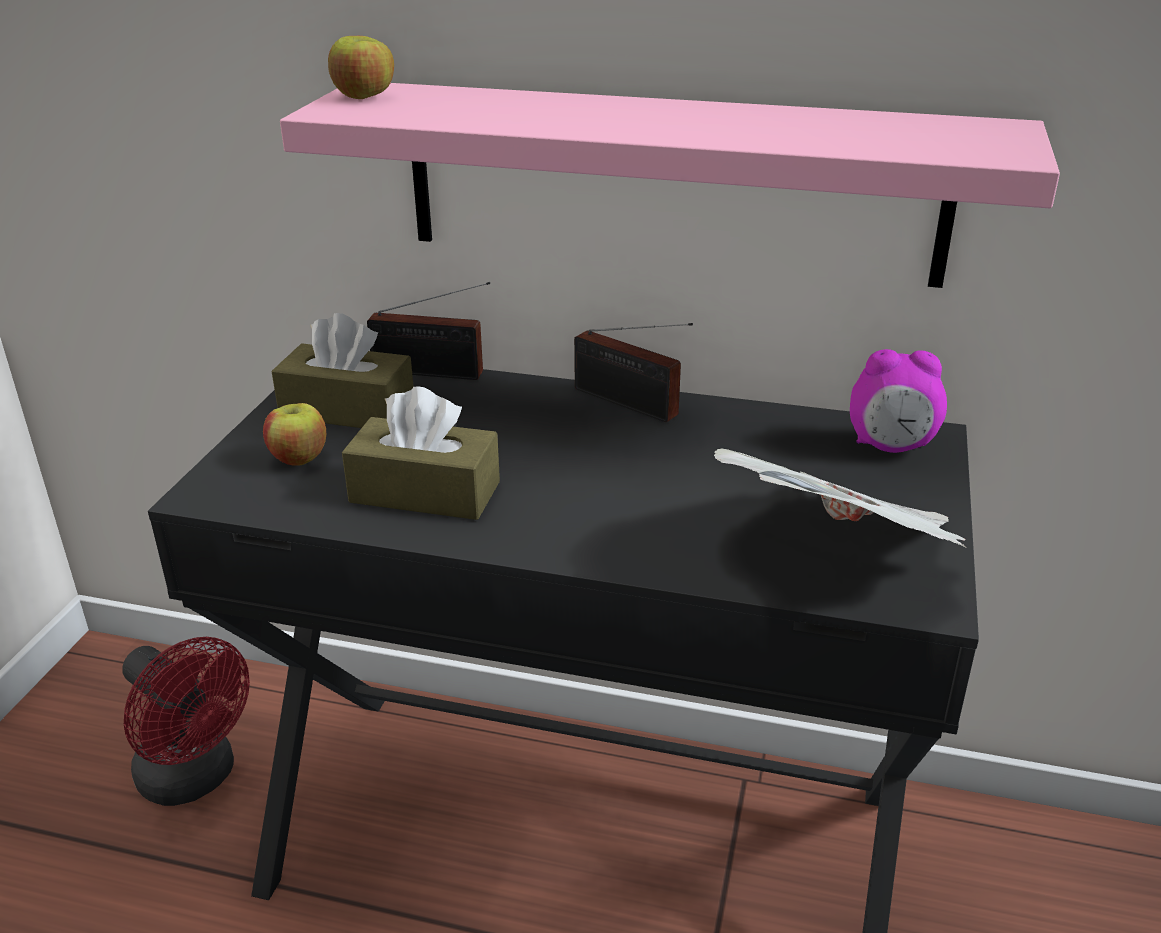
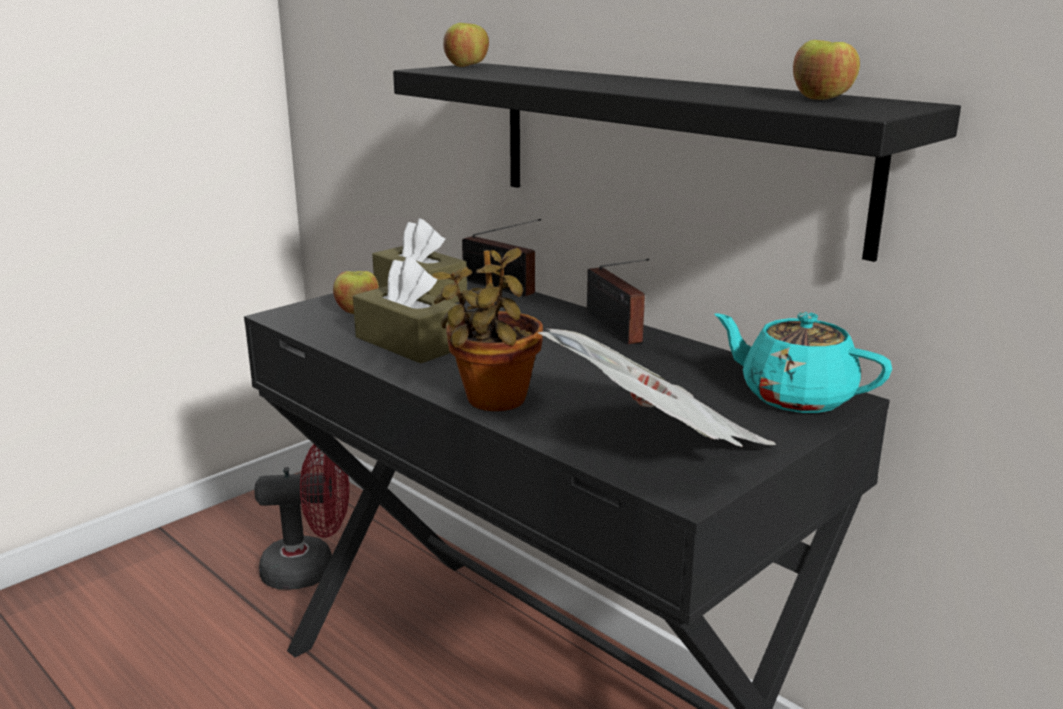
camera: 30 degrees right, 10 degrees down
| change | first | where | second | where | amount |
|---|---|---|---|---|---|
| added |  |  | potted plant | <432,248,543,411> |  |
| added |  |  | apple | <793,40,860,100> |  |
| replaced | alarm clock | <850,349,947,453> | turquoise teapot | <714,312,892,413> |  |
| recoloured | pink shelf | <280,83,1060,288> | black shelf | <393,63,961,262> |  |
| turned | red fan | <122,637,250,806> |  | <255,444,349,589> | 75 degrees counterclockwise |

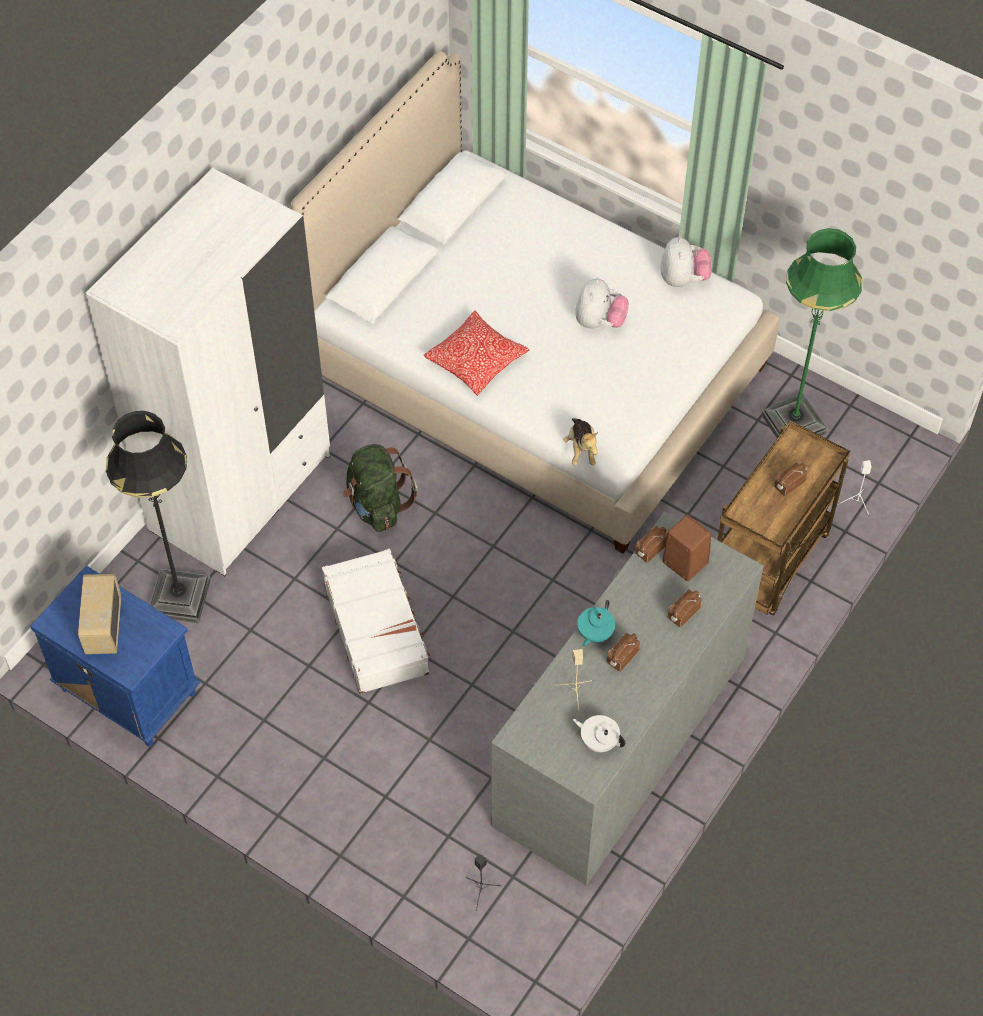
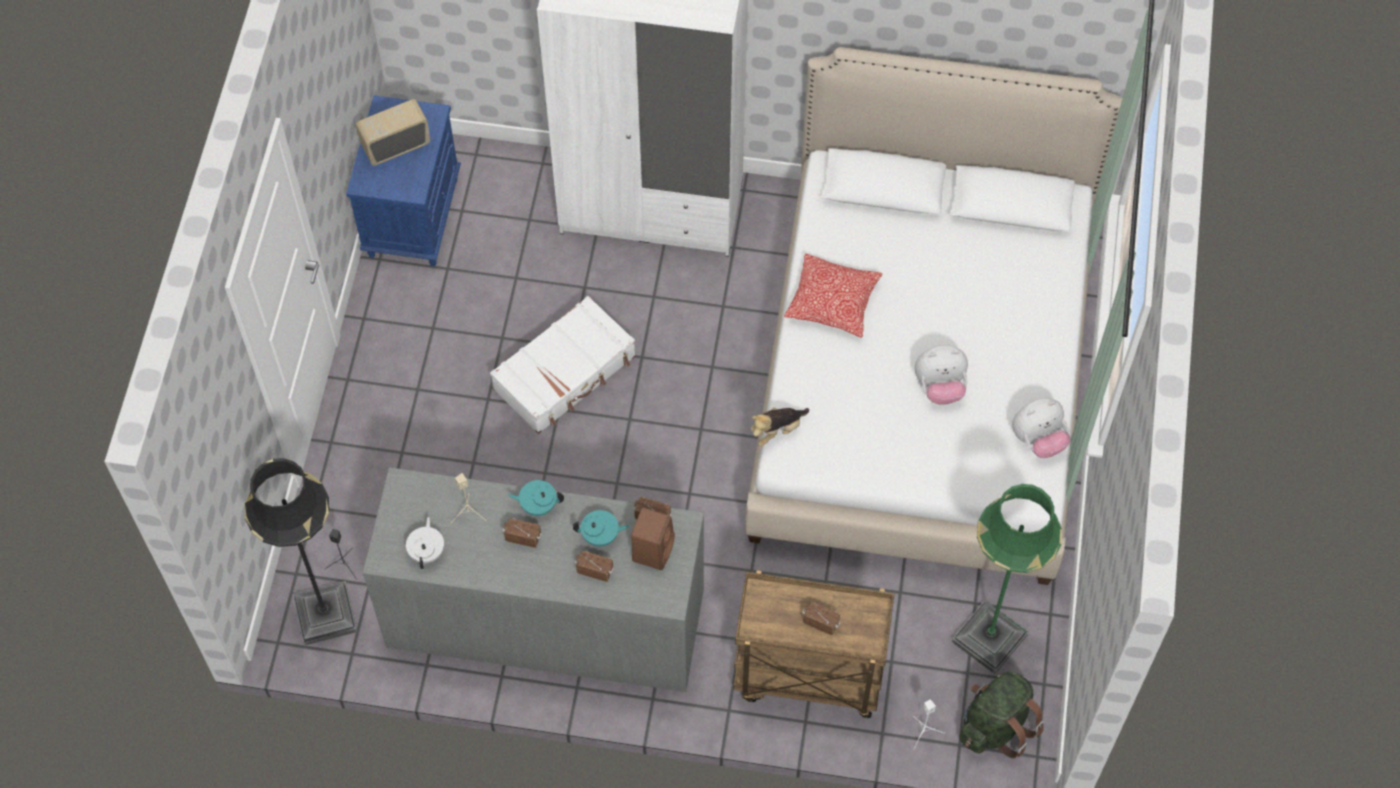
camera: 65 degrees right, 5 degrees up
| change | first | where | second | where | amount |
|---|---|---|---|---|---|
| added |  |  | turquoise teapot | <573,510,630,546> |  |
| moved | black floor lamp | <106,411,211,624> |  | <245,458,358,646> |  |
| moved | green backpack | <343,444,417,532> |  | <960,671,1045,758> |  |

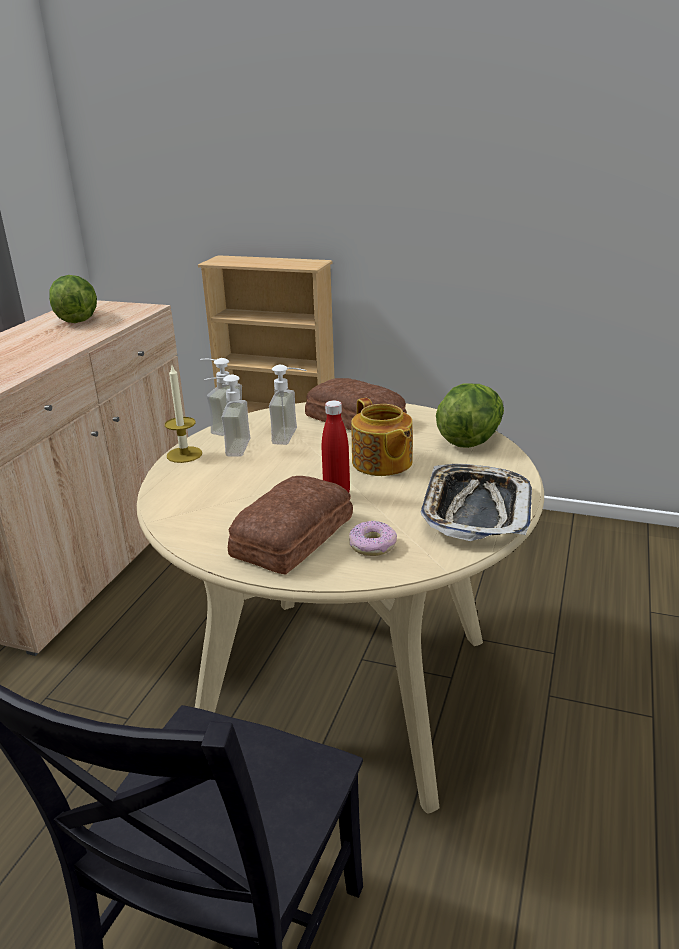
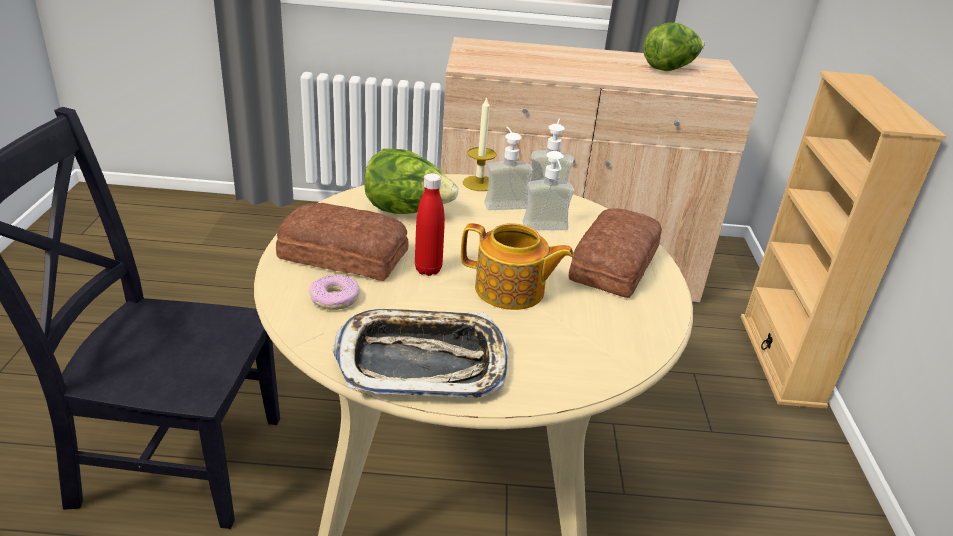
camera: 70 degrees right, 5 degrees up
| change | first | where | second | where | amount |
|---|---|---|---|---|---|
| moved | lettuce | <436,383,504,448> |  | <364,149,458,214> |  |
| turned | teapot | <351,398,413,476> |  | <461,223,574,310> | 120 degrees counterclockwise |

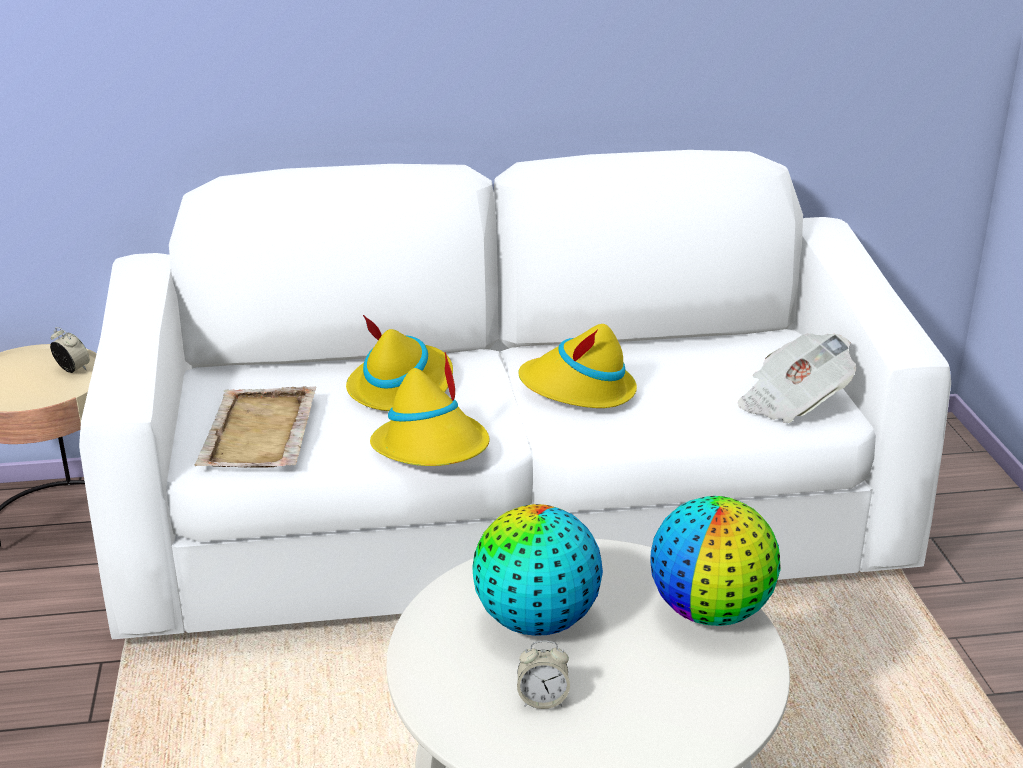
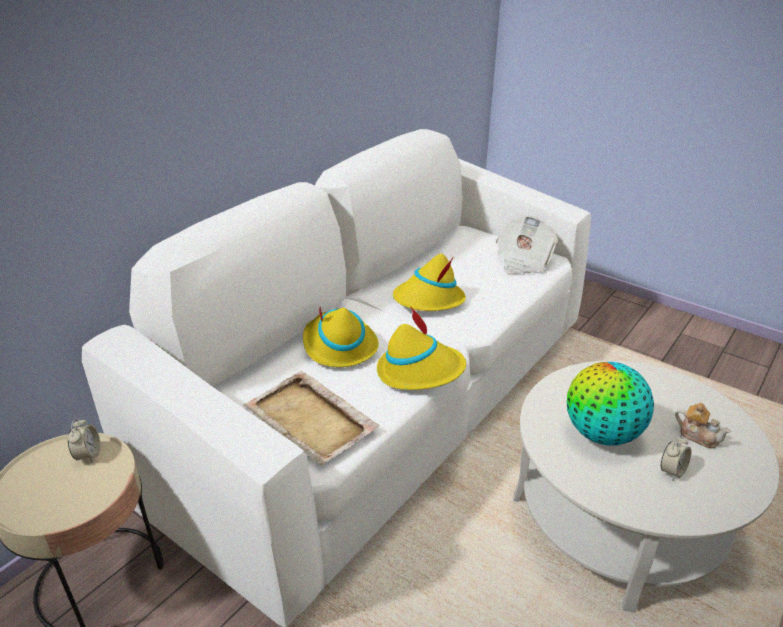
camera: 45 degrees left, 5 degrees up
| change | first | where | second | where | amount |
|---|---|---|---|---|---|
| removed | globe | <650,496,781,626> |  |  |  |
| added |  |  | teapot | <675,403,731,448> |  |
| turned | alarm clock | <50,327,89,373> |  | <68,418,100,462> | 90 degrees clockwise |

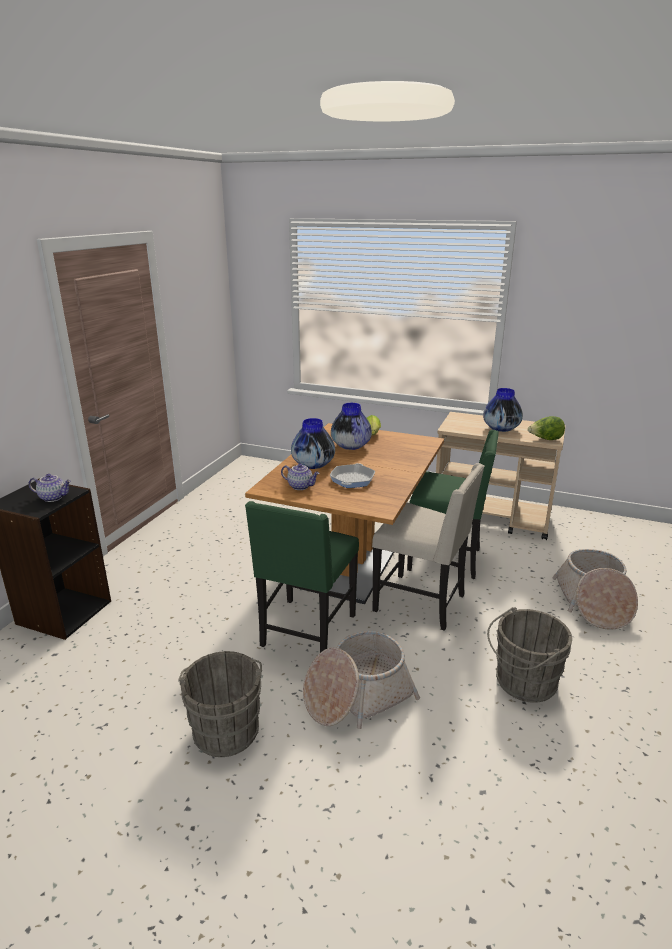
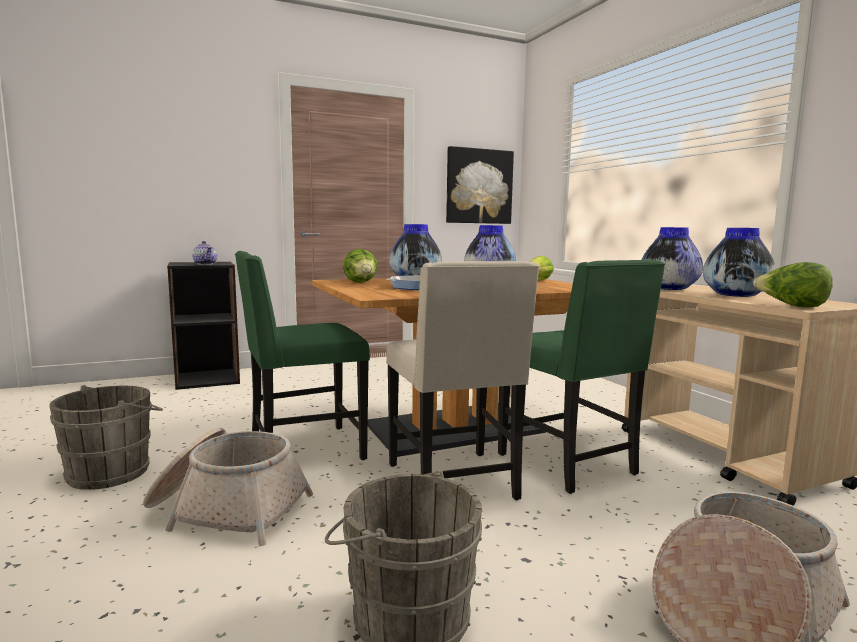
camera: 45 degrees right, 15 degrees down
| change | first | where | second | where | amount |
|---|---|---|---|---|---|
| added |  |  | picture | <446,146,514,224> |  |
| added |  |  | vase | <642,227,703,290> |  |
| replaced | teapot | <281,464,320,490> | lettuce | <343,249,378,283> |  |

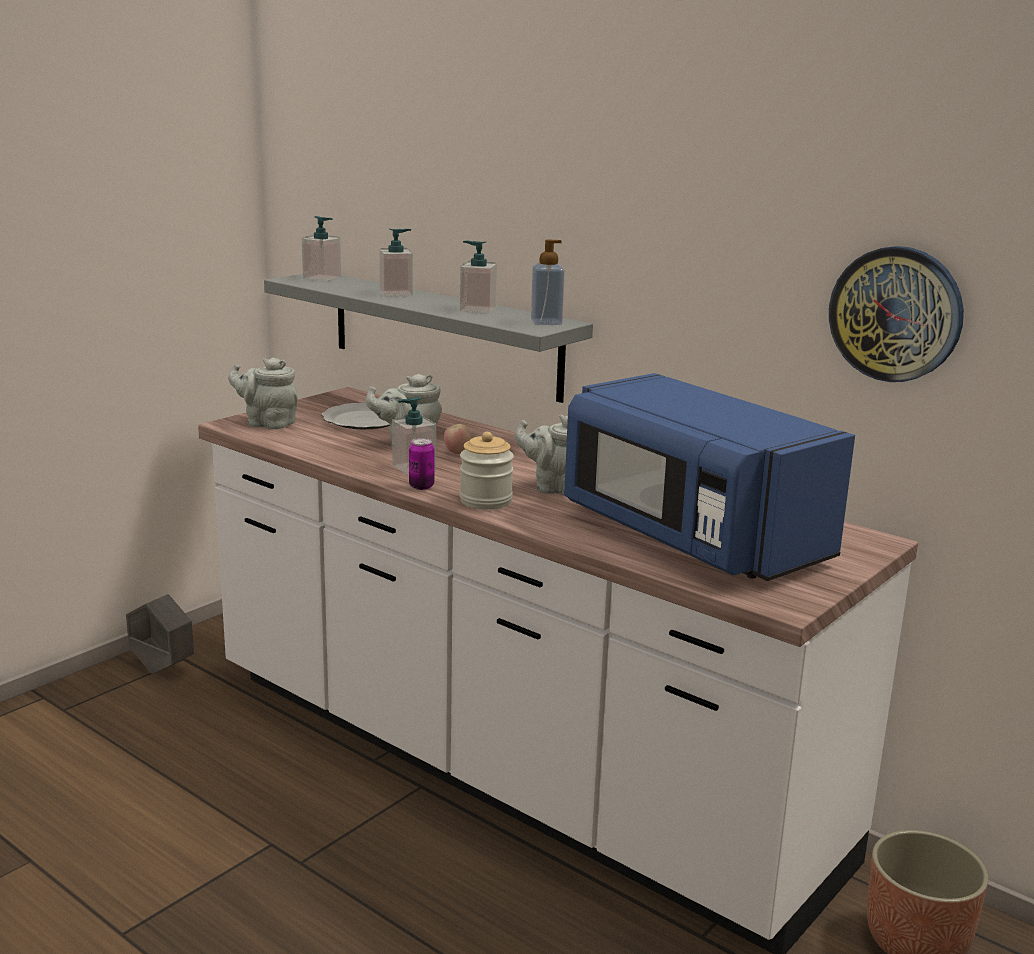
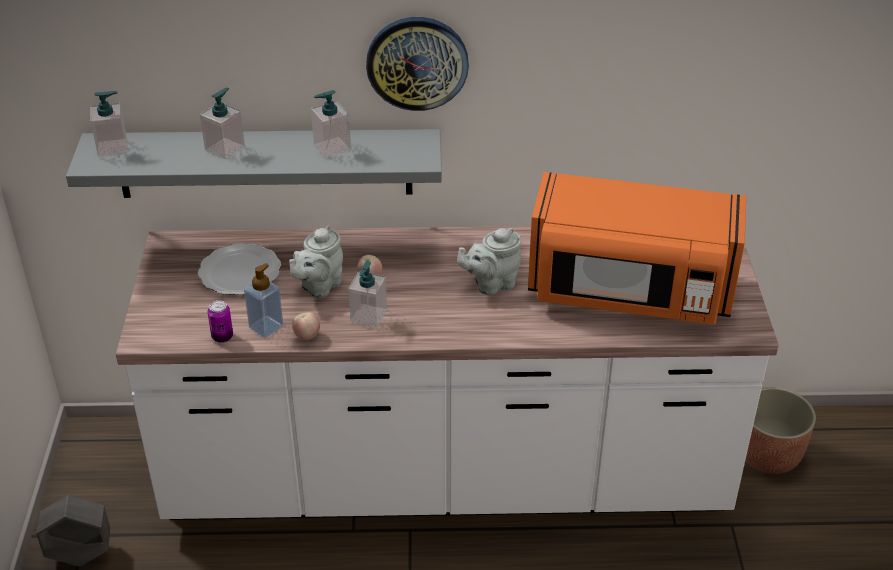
camera: 40 degrees left, 20 degrees up
| change | first | where | second | where | amount |
|---|---|---|---|---|---|
| removed | grey teapot | <228,358,298,429> |  |  |  |
| removed | jar | <460,432,514,509> |  |  |  |
| added |  |  | apple | <292,312,320,341> |  |
| moved | can | <409,438,435,490> |  | <207,300,233,343> |  |
| moved | soap dispenser | <531,240,565,325> |  | <244,263,283,338> |  |
| moved | wall clock | <829,246,964,382> |  | <366,17,469,111> |  |
| recoloured | blue microwave | <564,373,855,581> | orange microwave | <528,172,746,325> |  |

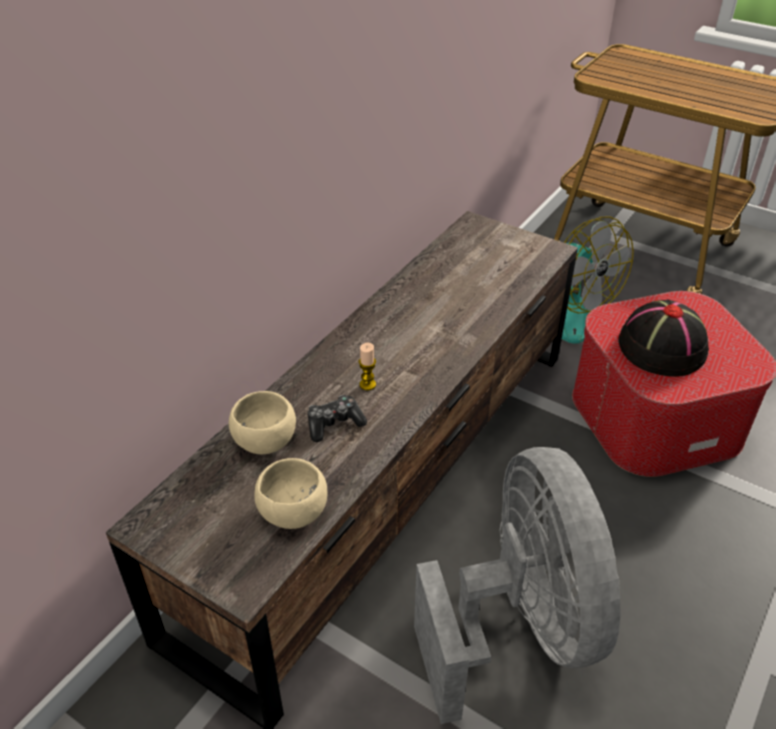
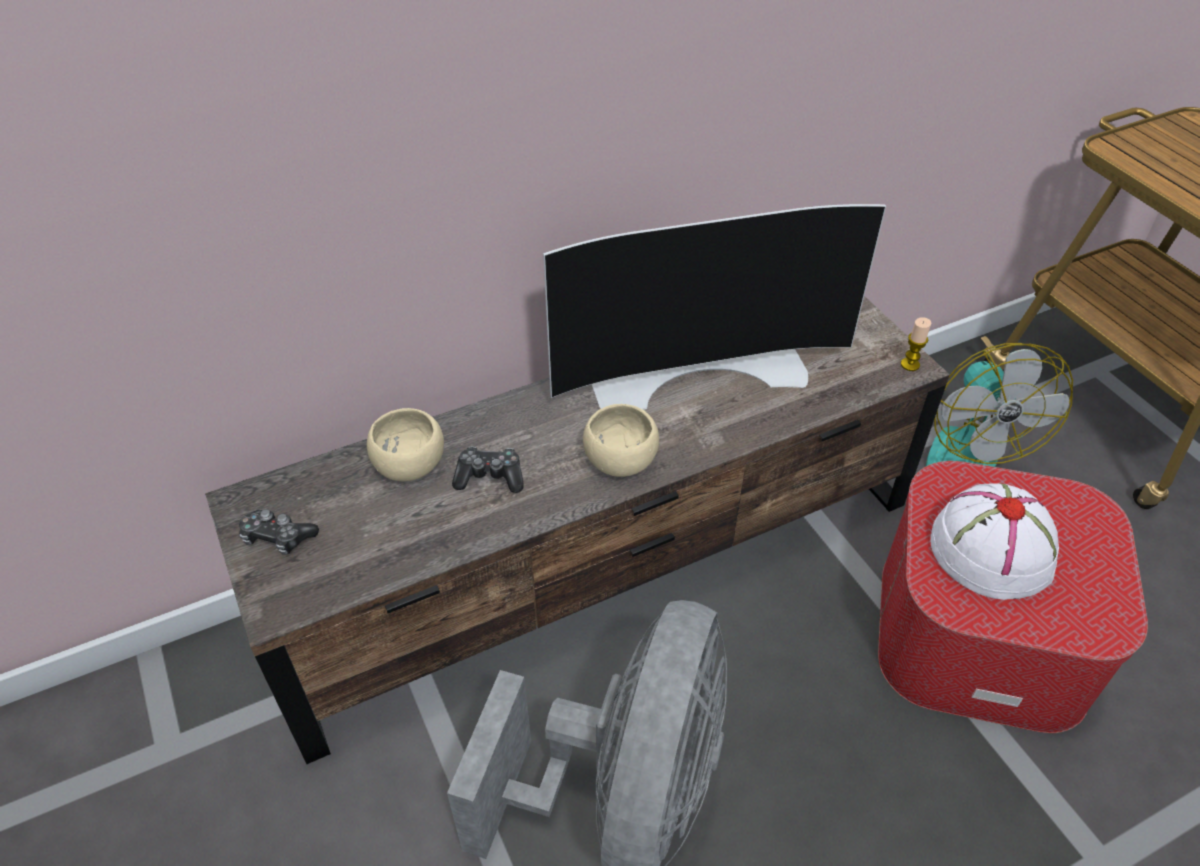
camera: 30 degrees right, 5 degrees up
| change | first | where | second | where | amount |
|---|---|---|---|---|---|
| added |  |  | game controller | <239,509,319,555> |  |
| added |  |  | television | <543,204,886,410> |  |
| moved | beige bowl | <254,458,328,529> |  | <583,404,659,477> |  |
| moved | candle | <359,343,376,390> |  | <901,317,931,371> |  |
| recoloured | black hat | <618,299,709,377> | white hat | <930,483,1059,600> |  |

